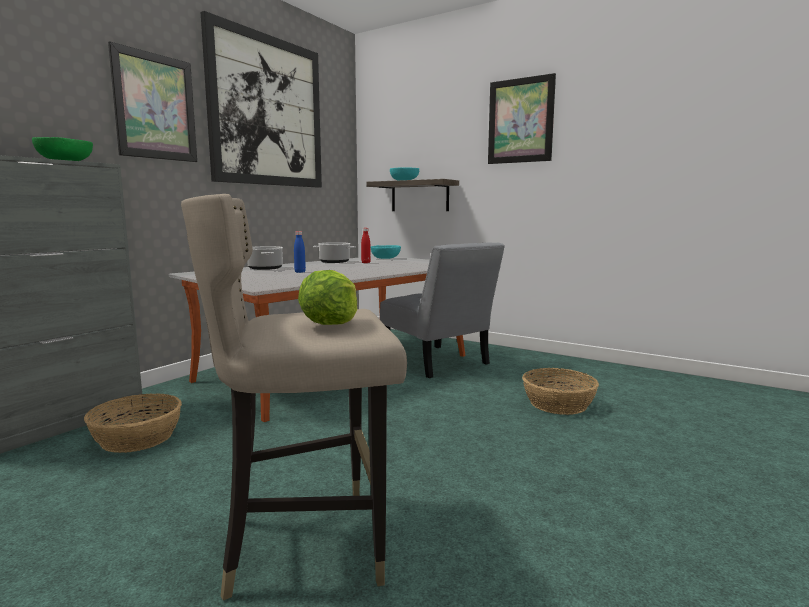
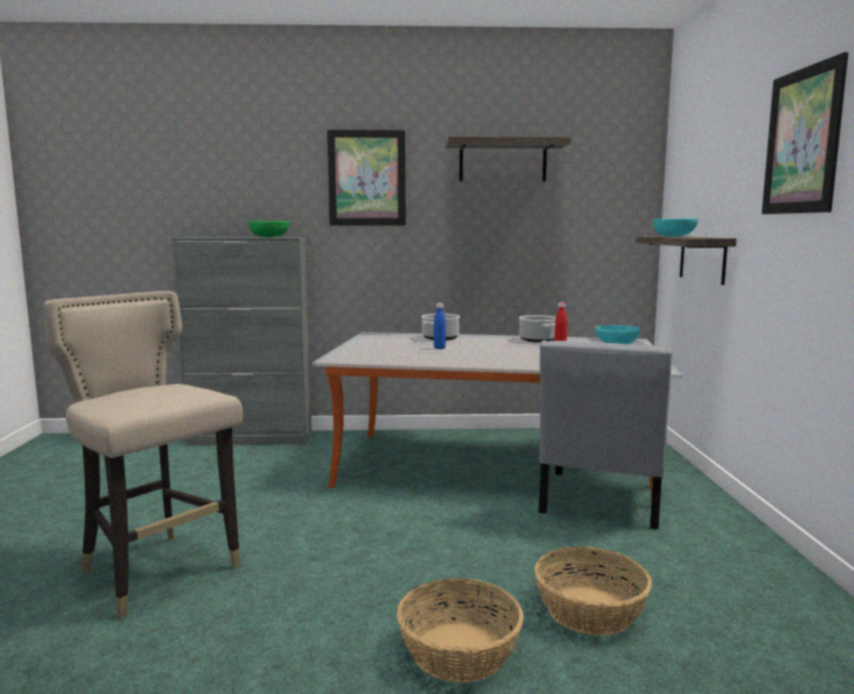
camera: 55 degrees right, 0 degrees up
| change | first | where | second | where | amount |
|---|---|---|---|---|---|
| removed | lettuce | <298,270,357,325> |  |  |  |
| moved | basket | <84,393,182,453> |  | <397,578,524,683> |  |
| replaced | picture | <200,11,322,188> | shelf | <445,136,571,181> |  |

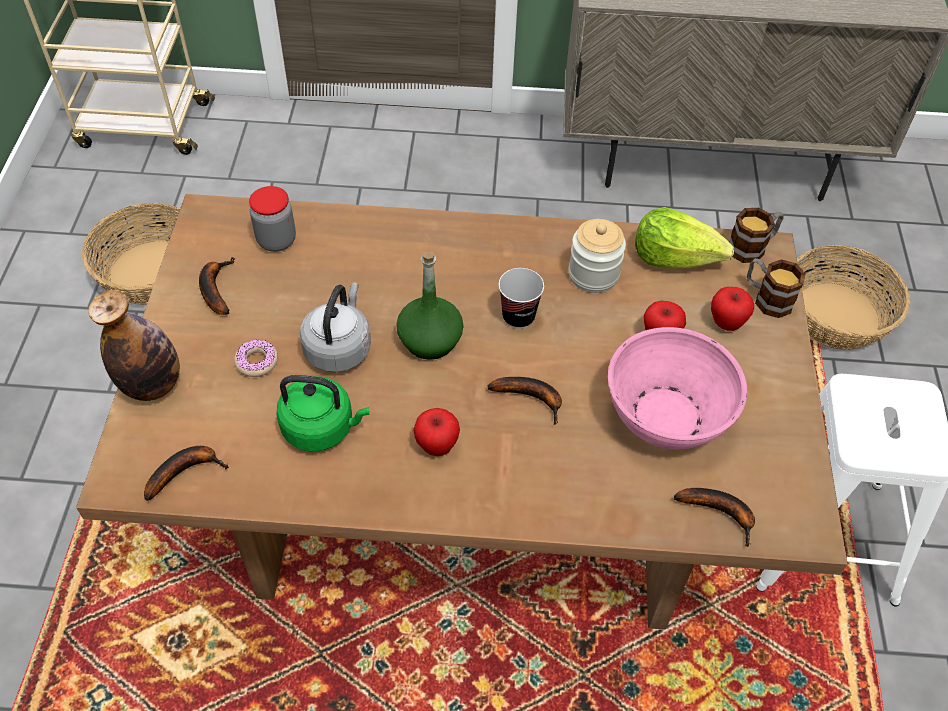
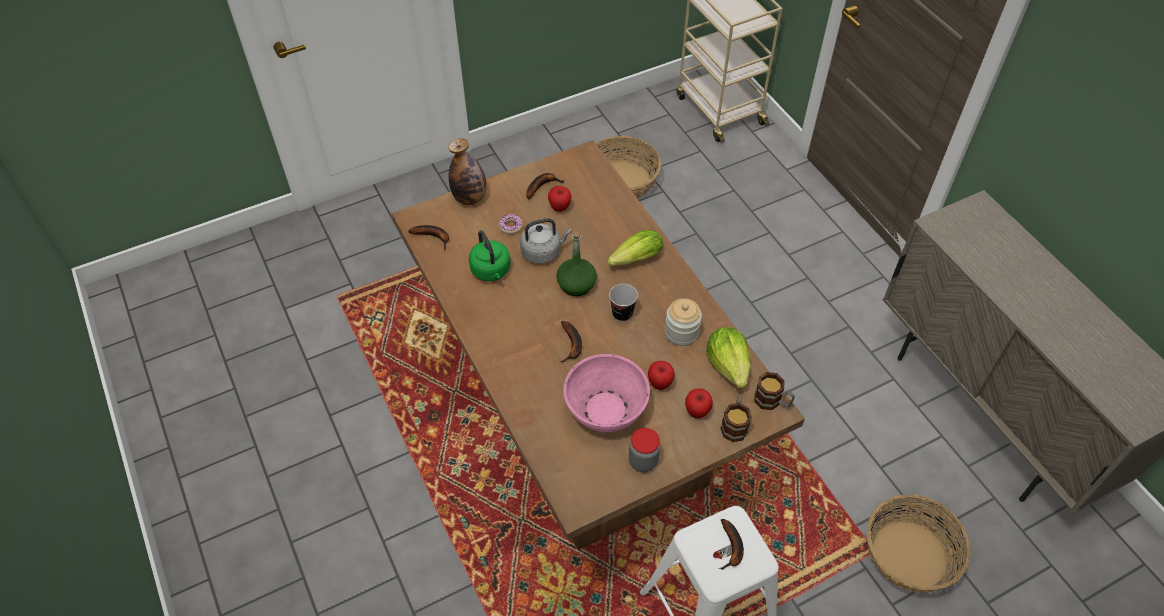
camera: 60 degrees right, 0 degrees up
| change | first | where | second | where | amount |
|---|---|---|---|---|---|
| added |  |  | lettuce | <607,230,663,266> |  |
| moved | jar | <249,186,296,252> |  | <629,428,660,472> |  |
| moved | apple | <413,408,460,456> |  | <548,186,571,212> |  |
| moved | banana | <674,488,755,547> |  | <719,519,744,570> |  |

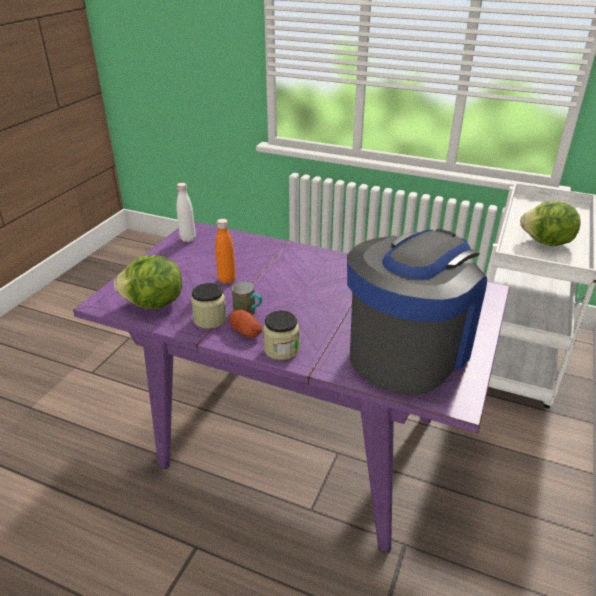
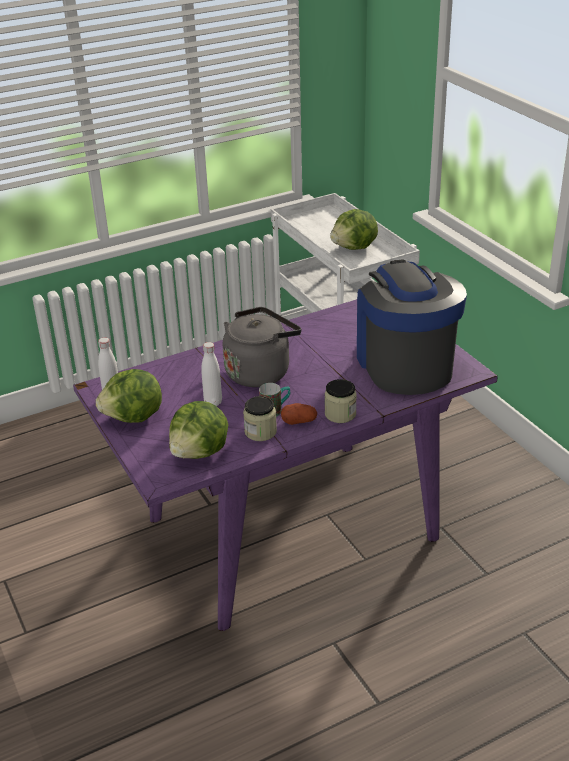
camera: 50 degrees left, 0 degrees up
| change | first | where | second | where | amount |
|---|---|---|---|---|---|
| added |  |  | lettuce | <96,369,162,423> |  |
| added |  |  | grey kettle | <223,307,301,387> |  |
| recoloured | orange bottle | <215,219,236,284> | white bottle | <201,342,222,406> |  |

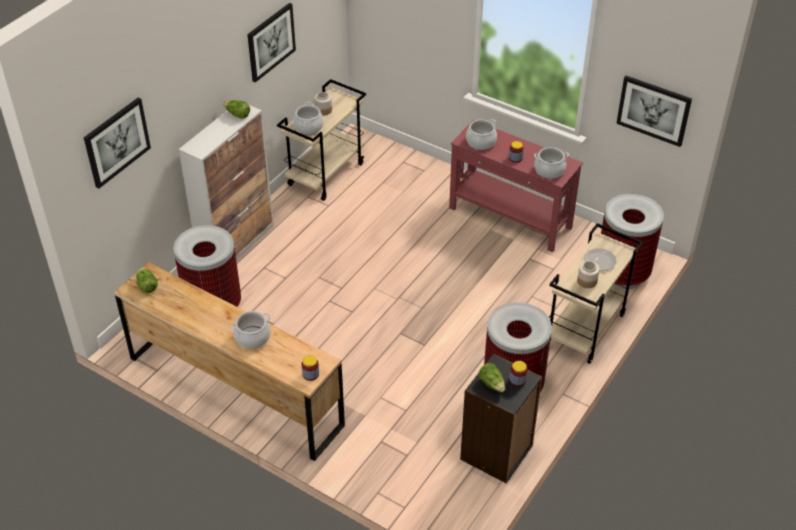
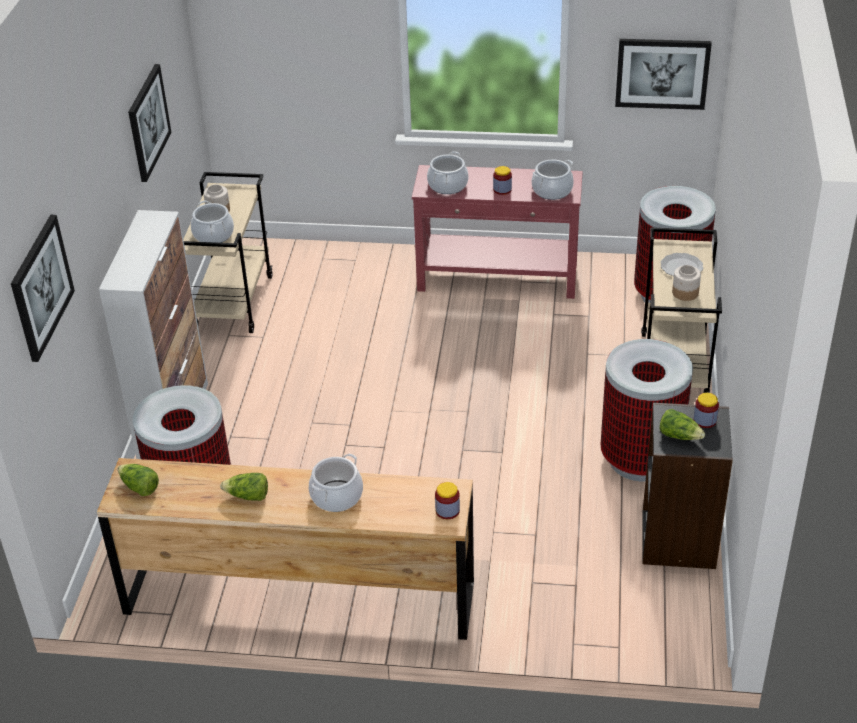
camera: 25 degrees left, 5 degrees down
| change | first | where | second | where | amount |
|---|---|---|---|---|---|
| moved | lettuce | <223,100,250,119> |  | <220,473,268,501> |  |

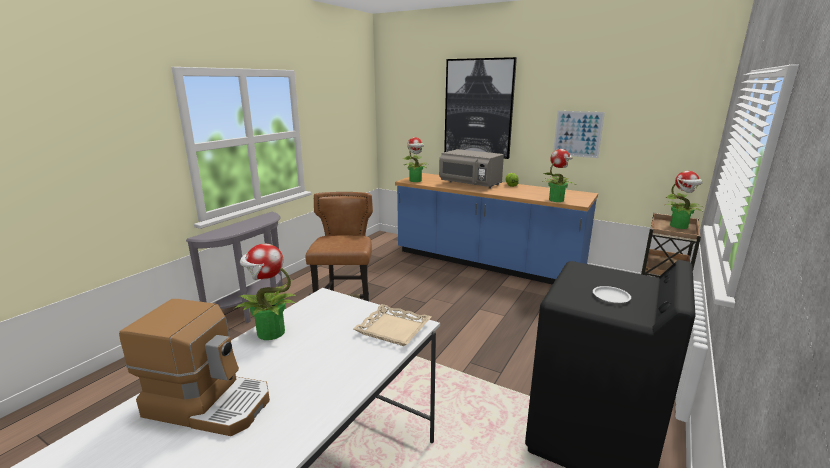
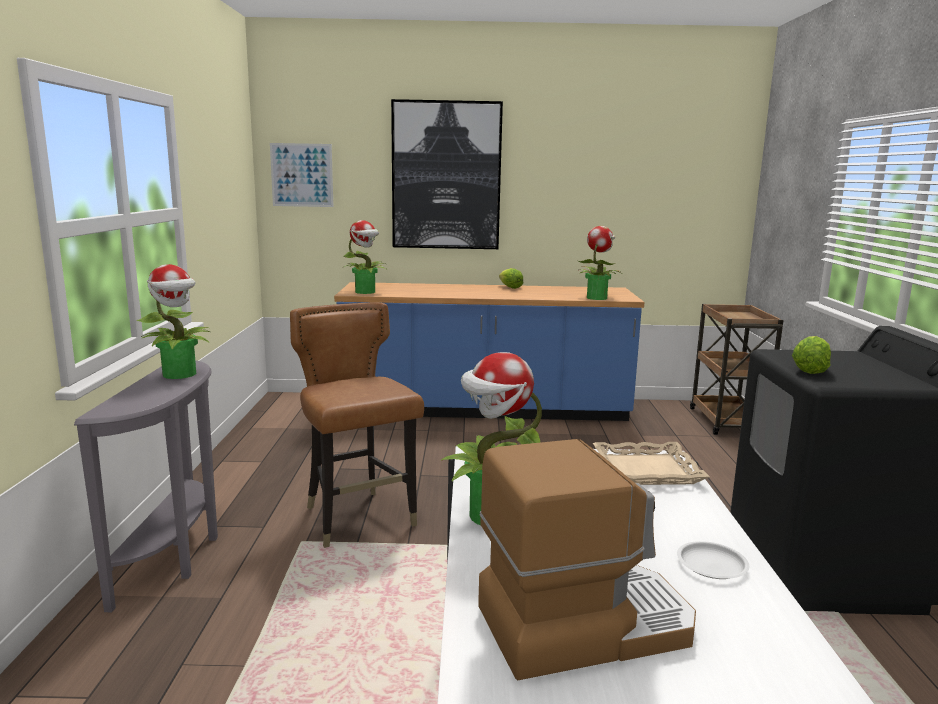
camera: 30 degrees left, 5 degrees down
| change | first | where | second | where | amount |
|---|---|---|---|---|---|
| removed | grey microwave | <439,149,504,189> |  |  |  |
| added |  |  | lettuce | <792,336,831,374> |  |
| moved | picture | <553,111,605,158> |  | <270,143,333,207> |  |
| moved | white plate | <593,286,631,303> |  | <677,541,749,579> |  |
| moved | potted plant | <665,171,705,229> |  | <136,264,210,379> |  |

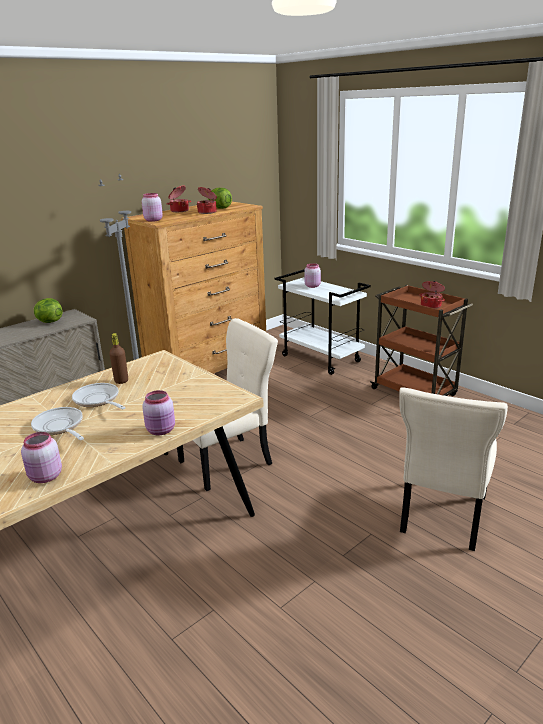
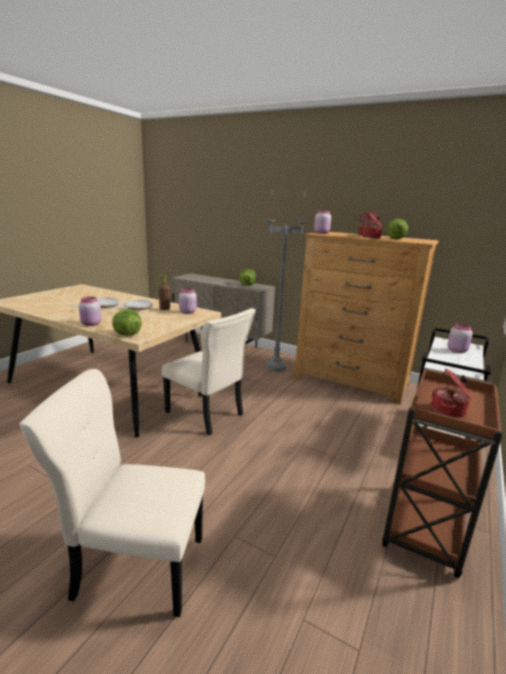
camera: 70 degrees right, 5 degrees down
| change | first | where | second | where | amount |
|---|---|---|---|---|---|
| added |  |  | lettuce | <112,309,142,336> |  |
| moved | pink jar | <21,432,62,483> |  | <179,288,197,314> |  |

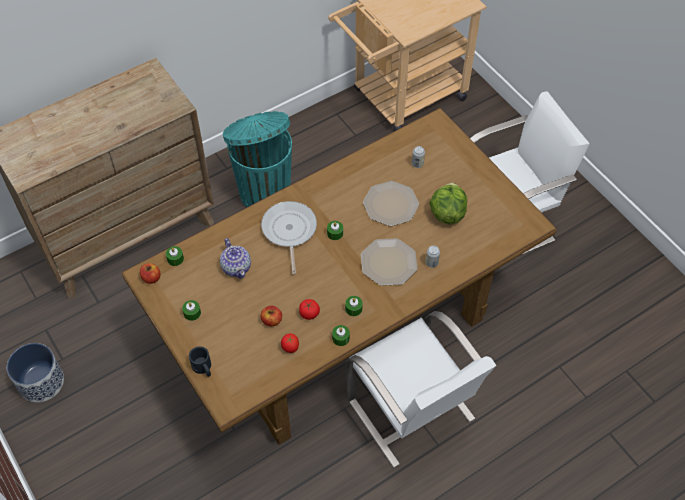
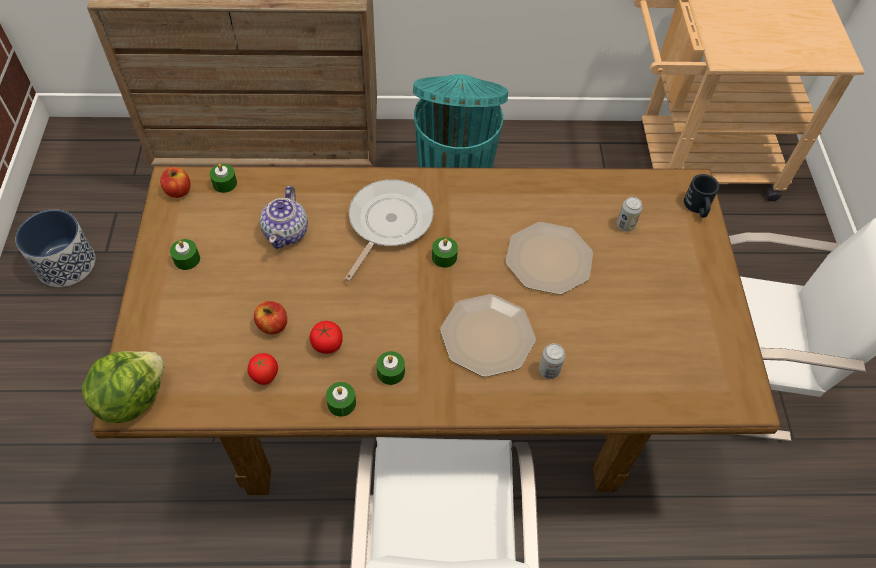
camera: 30 degrees right, 0 degrees up
| change | first | where | second | where | amount |
|---|---|---|---|---|---|
| moved | black mug | <189,346,211,377> |  | <684,174,719,218> |  |
| moved | lettuce | <429,183,467,224> |  | <82,351,165,423> |  |

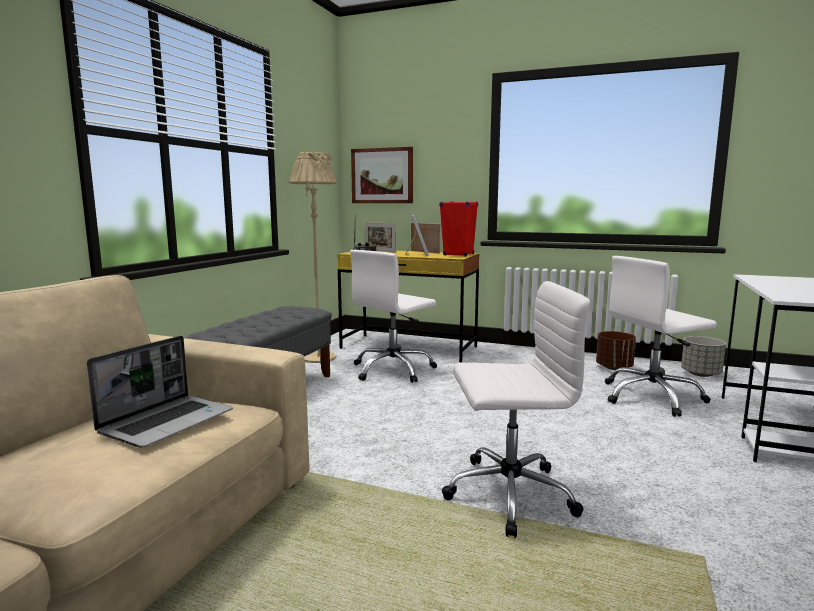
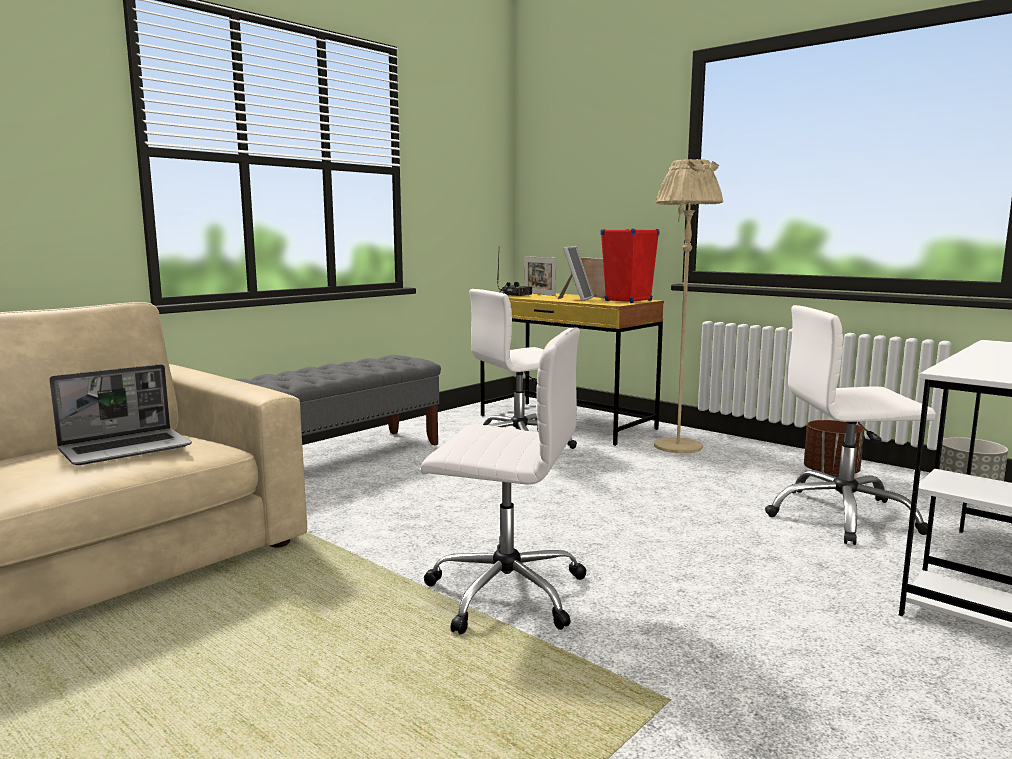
camera: 20 degrees right, 0 degrees up
| change | first | where | second | where | amount |
|---|---|---|---|---|---|
| removed | picture | <351,147,413,203> |  |  |  |
| moved | beige floor lamp | <289,152,337,363> |  | <654,159,723,453> |  |

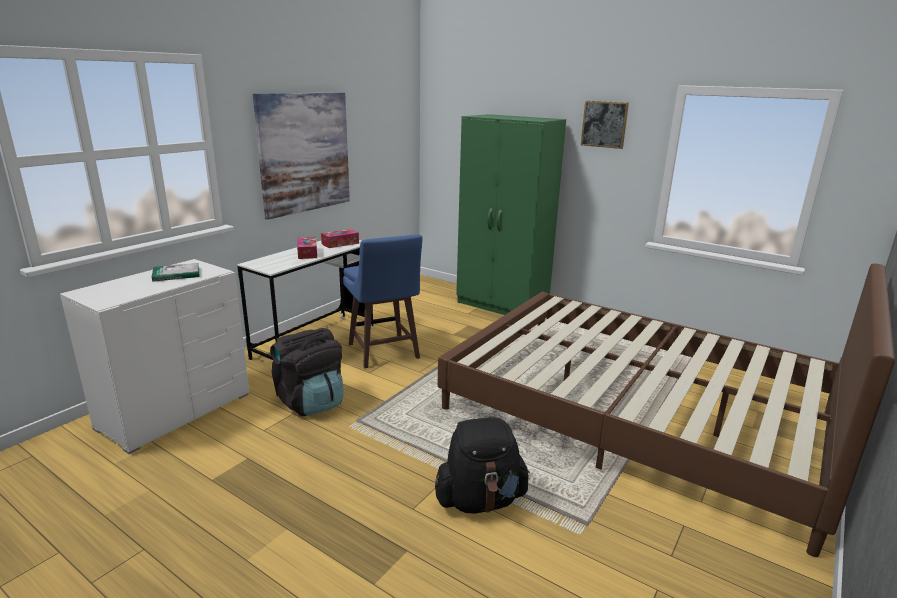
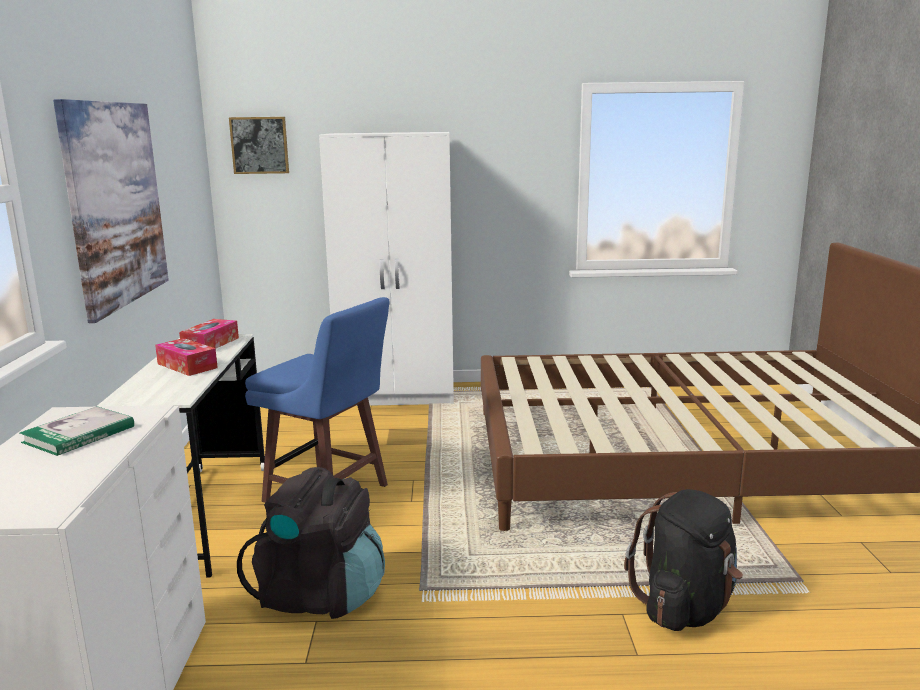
camera: 35 degrees left, 5 degrees down
| change | first | where | second | where | amount |
|---|---|---|---|---|---|
| moved | picture | <581,101,629,149> |  | <229,117,289,174> |  |
| recoloured | green wardrobe | <456,114,566,315> | white wardrobe | <319,132,454,406> |  |

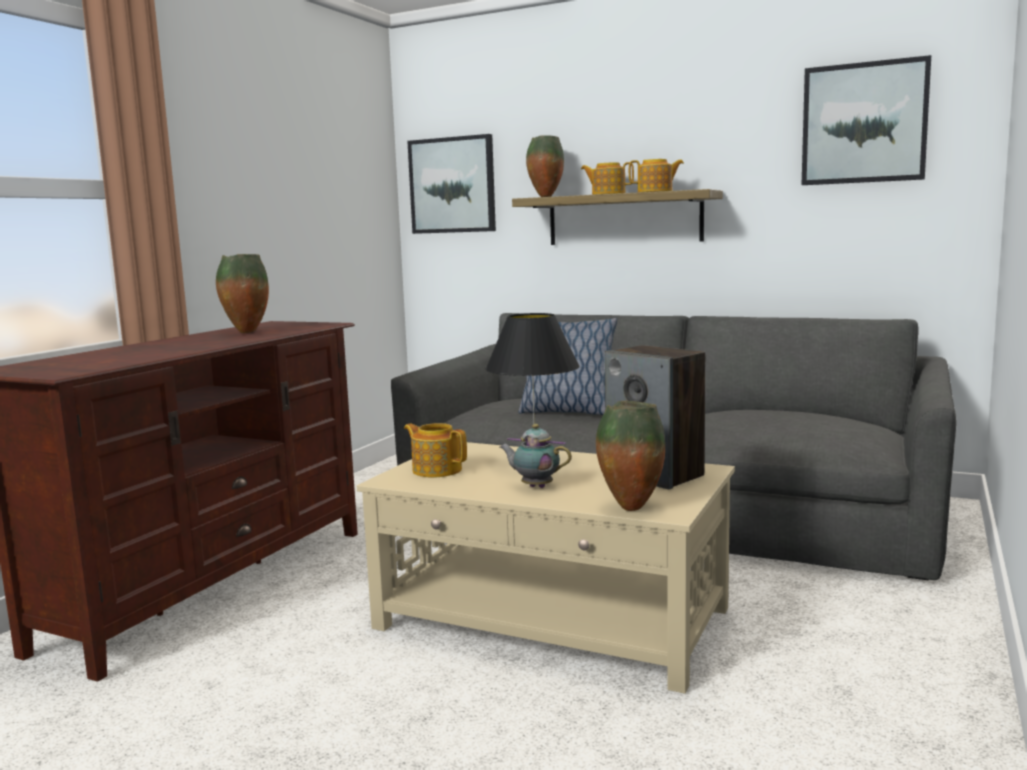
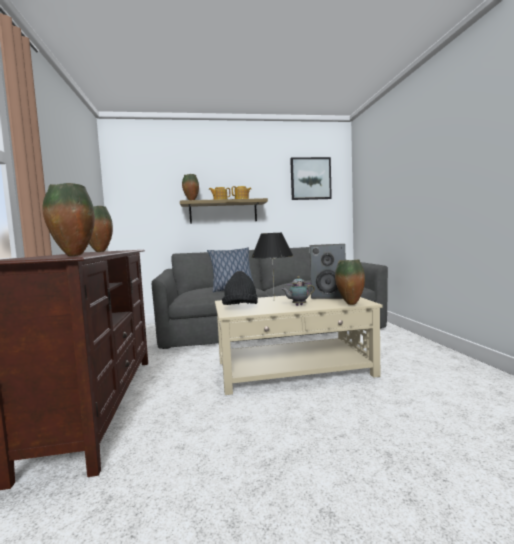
camera: 35 degrees left, 5 degrees down
| change | first | where | second | where | amount |
|---|---|---|---|---|---|
| removed | picture | <407,134,496,234> |  |  |  |
| added |  |  | vase | <42,183,95,256> |  |
| replaced | teapot | <404,423,467,477> | black hat | <222,271,258,305> |  |

